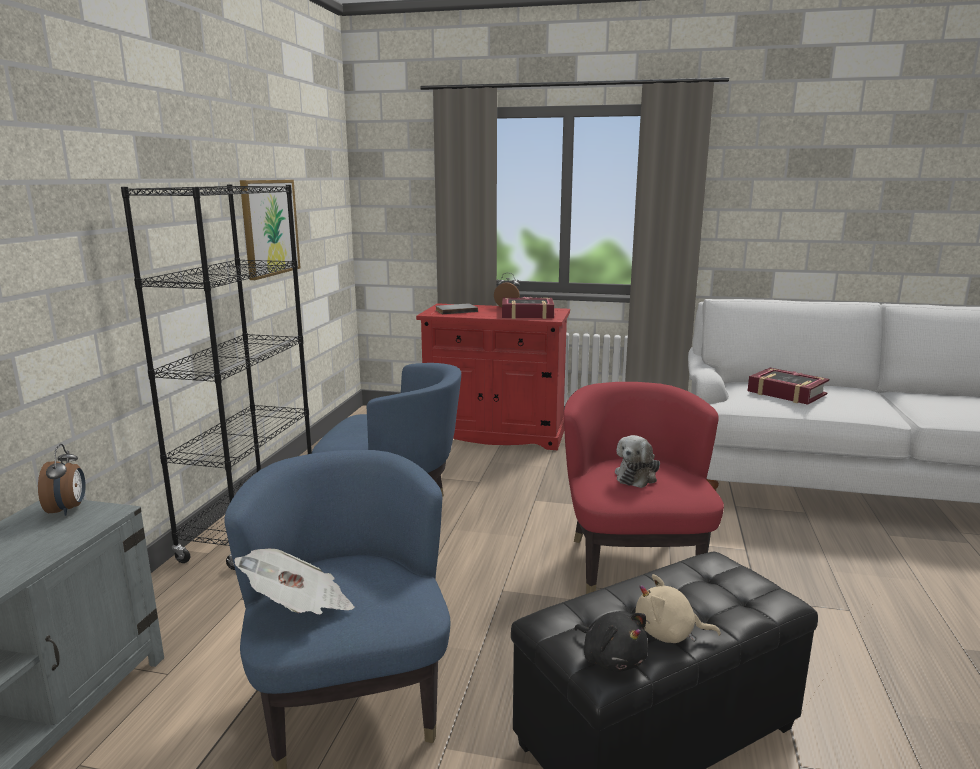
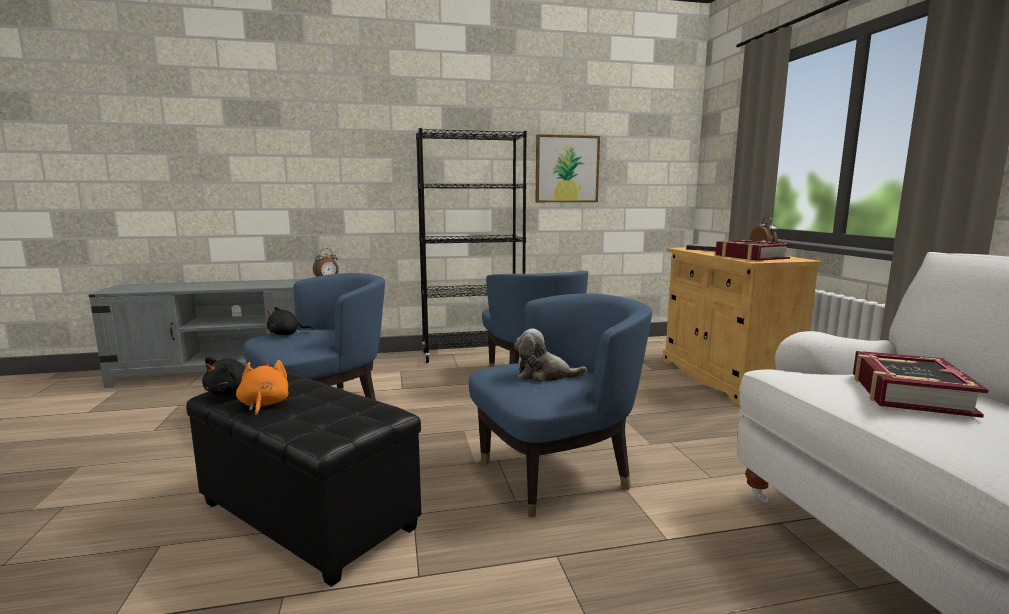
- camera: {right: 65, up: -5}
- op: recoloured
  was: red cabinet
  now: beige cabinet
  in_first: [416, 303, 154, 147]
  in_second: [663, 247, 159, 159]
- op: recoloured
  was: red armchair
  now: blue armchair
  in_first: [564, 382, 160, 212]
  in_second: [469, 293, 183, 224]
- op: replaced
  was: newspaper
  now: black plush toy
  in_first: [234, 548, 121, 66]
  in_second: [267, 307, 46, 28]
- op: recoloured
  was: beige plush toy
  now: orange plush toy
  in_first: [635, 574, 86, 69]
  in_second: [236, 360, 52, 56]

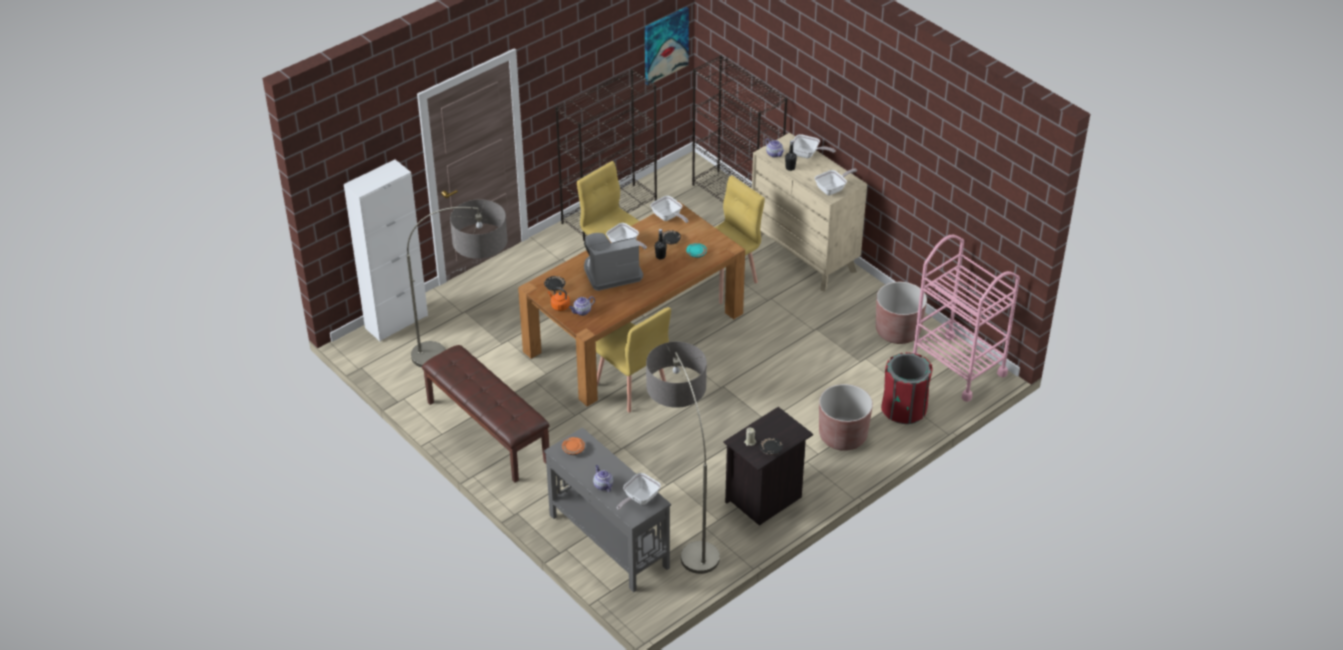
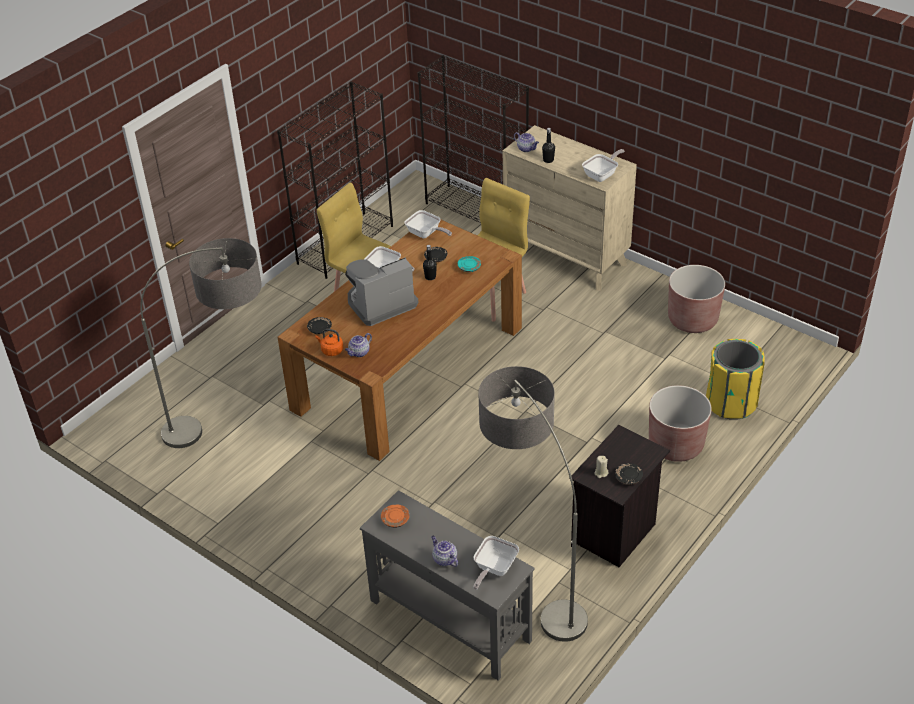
- camera: {right: -10, up: 0}
- op: removed
  was: picture
  in_first: [645, 7, 44, 78]
- op: removed
  was: frying pan
  in_first: [793, 134, 42, 25]
- op: removed
  was: white cabinet
  in_first: [344, 159, 84, 182]
- op: removed
  was: pink cart
  in_first: [911, 235, 109, 167]
- op: removed
  was: yellow chair
  in_first: [596, 307, 75, 106]
- op: removed
  was: brown bench
  in_first: [422, 345, 127, 137]
- op: recoloured
  was: red trash can
  now: yellow trash can
  in_first: [881, 352, 52, 72]
  in_second: [706, 339, 59, 81]

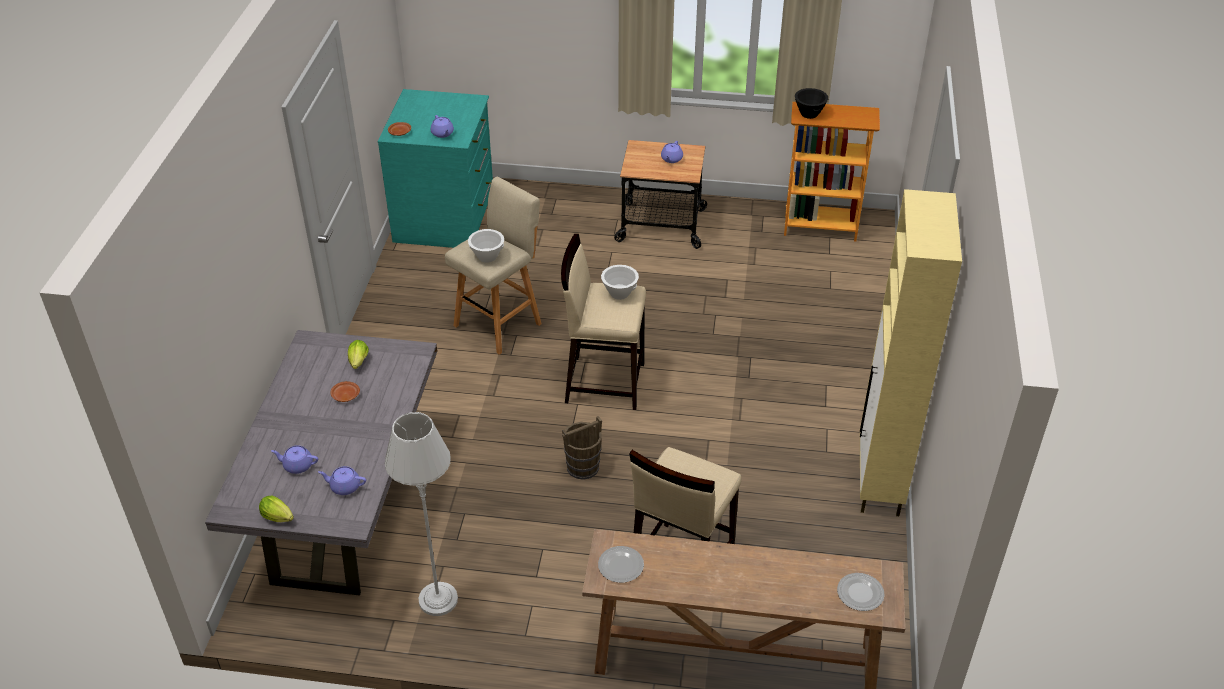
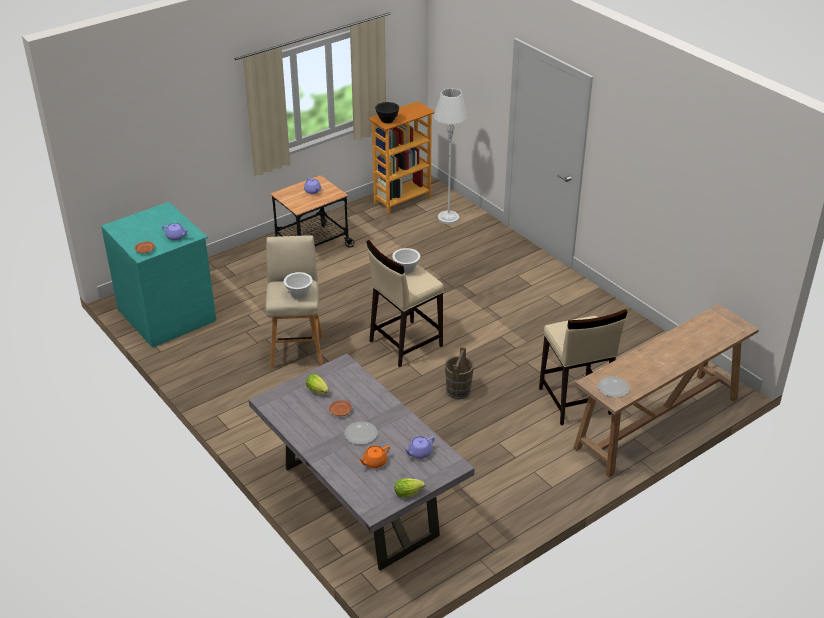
- camera: {right: -45, up: -5}
- op: removed
  was: beige cabinet
  in_first: [860, 189, 102, 327]
- op: moved
  was: grey floor lamp
  in_first: [385, 412, 73, 204]
  in_second: [434, 88, 34, 136]
- op: recoloured
  was: purple teapot
  now: orange teapot
  in_first: [271, 445, 47, 29]
  in_second: [358, 446, 32, 22]
- op: moved
  was: plate
  in_first: [837, 573, 48, 38]
  in_second: [344, 421, 34, 24]

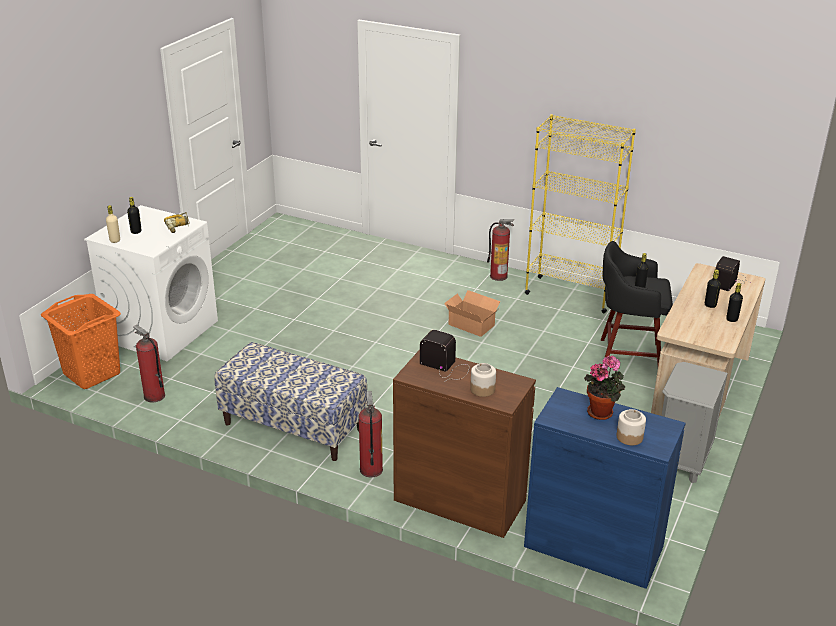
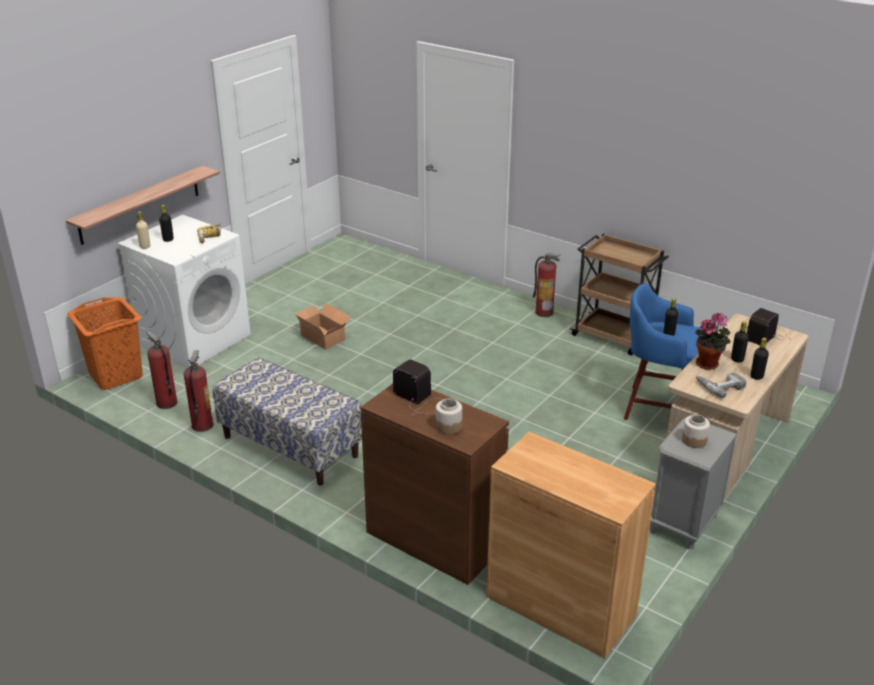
- camera: {right: 10, up: 0}
- op: replaced
  was: yellow bookcase
  now: brown cart
  in_first: [525, 114, 111, 199]
  in_second: [570, 233, 99, 122]
- op: recoloured
  was: black stool
  now: blue stool
  in_first: [601, 241, 72, 123]
  in_second: [624, 283, 81, 137]
- op: moved
  was: cardboard box
  in_first: [444, 290, 56, 47]
  in_second: [295, 303, 55, 47]
- op: moved
  was: potted plant
  in_first: [584, 356, 41, 64]
  in_second: [695, 313, 35, 57]
- op: recoloured
  was: blue cabinet
  now: brown cabinet
  in_first: [524, 387, 162, 202]
  in_second: [486, 432, 170, 226]
- op: moved
  was: fire extinguisher
  in_first: [358, 391, 25, 86]
  in_second: [184, 350, 30, 82]
- op: moved
  was: jar
  in_first: [617, 409, 29, 36]
  in_second: [682, 414, 28, 34]
- op: added
  now: shelf
  in_second: [66, 166, 154, 79]
- op: added
  now: power drill
  in_second: [696, 372, 50, 26]

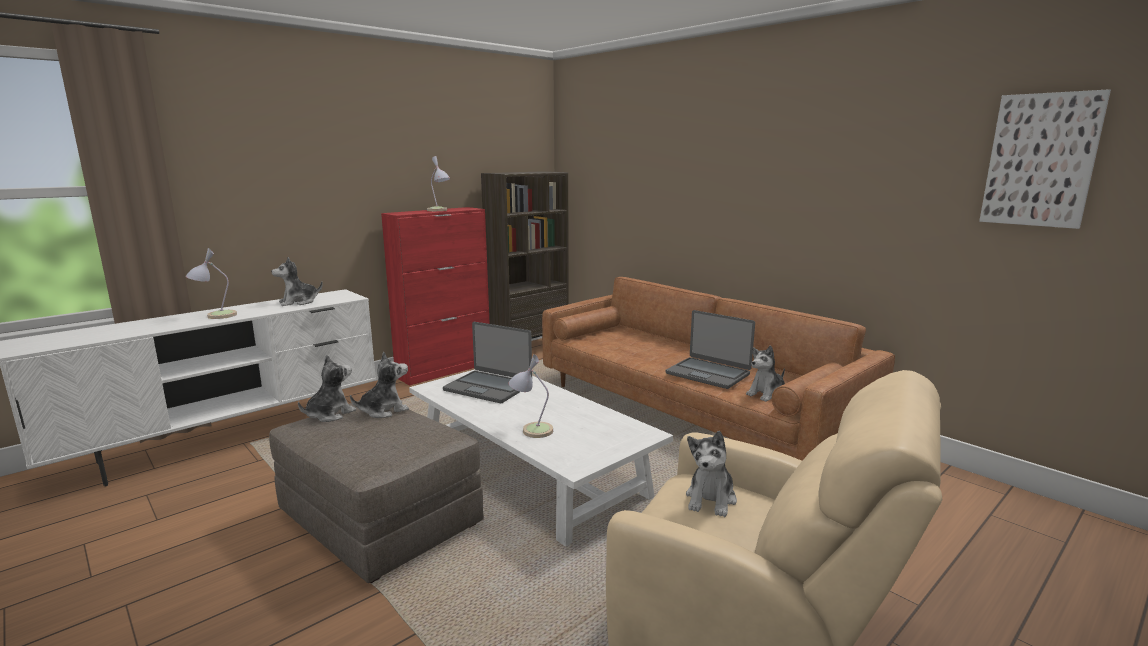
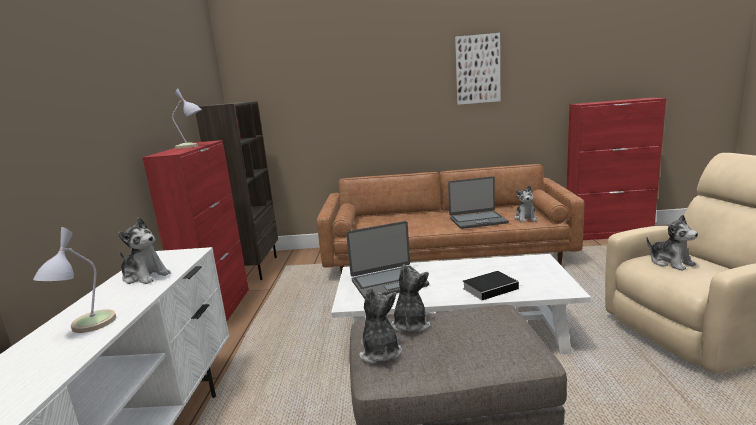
- camera: {right: -45, up: 0}
- op: moved
  was: picture
  in_first: [979, 89, 132, 140]
  in_second: [455, 33, 45, 72]
- op: turned
  was: plush toy
  in_first: [271, 257, 52, 49]
  in_second: [118, 217, 53, 67]
  clockwise: -75
- op: replaced
  was: table lamp
  now: book
  in_first: [509, 354, 44, 84]
  in_second: [463, 271, 60, 30]
- op: added
  now: red cabinet
  in_second: [567, 98, 99, 142]

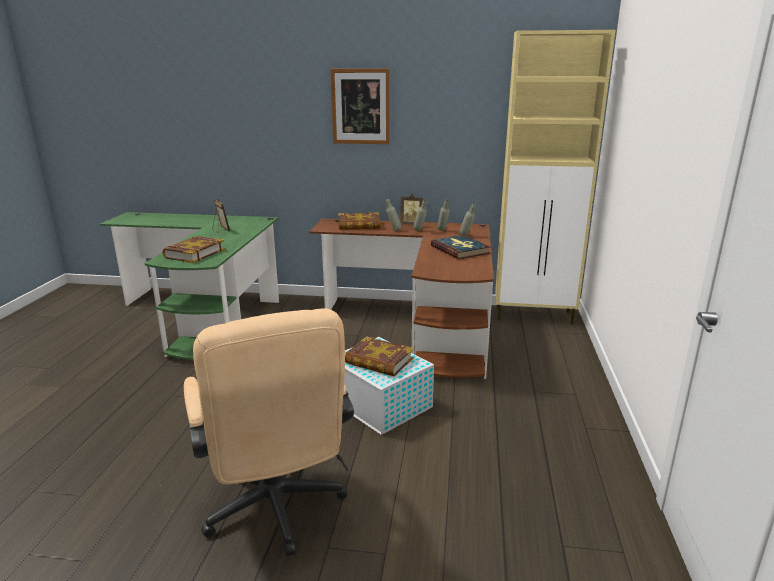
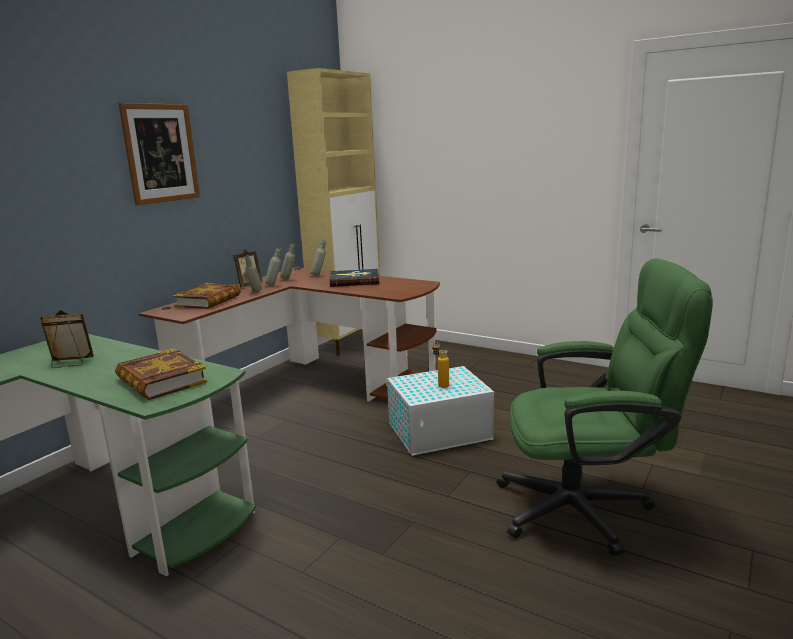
- camera: {right: -65, up: -5}
- op: recoloured
  was: beige office chair
  now: green office chair
  in_first: [184, 308, 170, 248]
  in_second: [497, 258, 216, 298]
- op: replaced
  was: book
  now: bottle
  in_first: [345, 336, 69, 40]
  in_second: [432, 341, 17, 47]

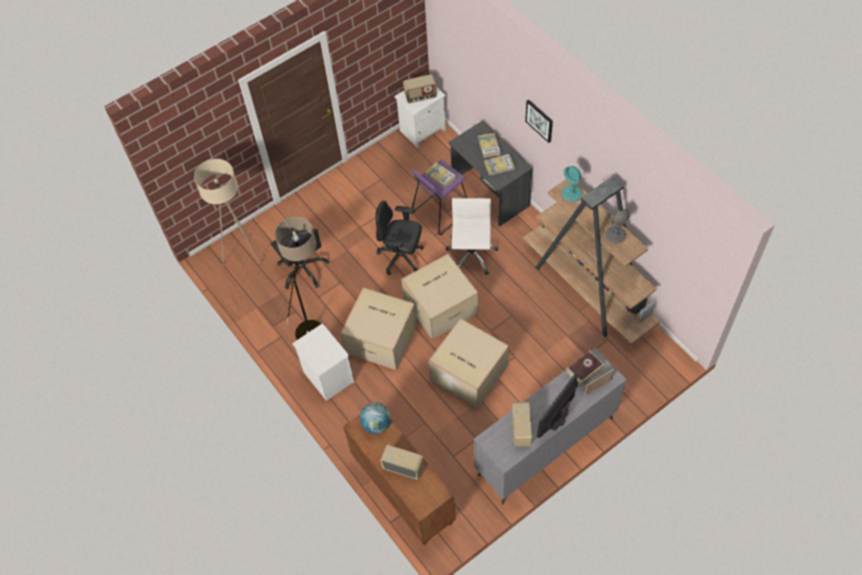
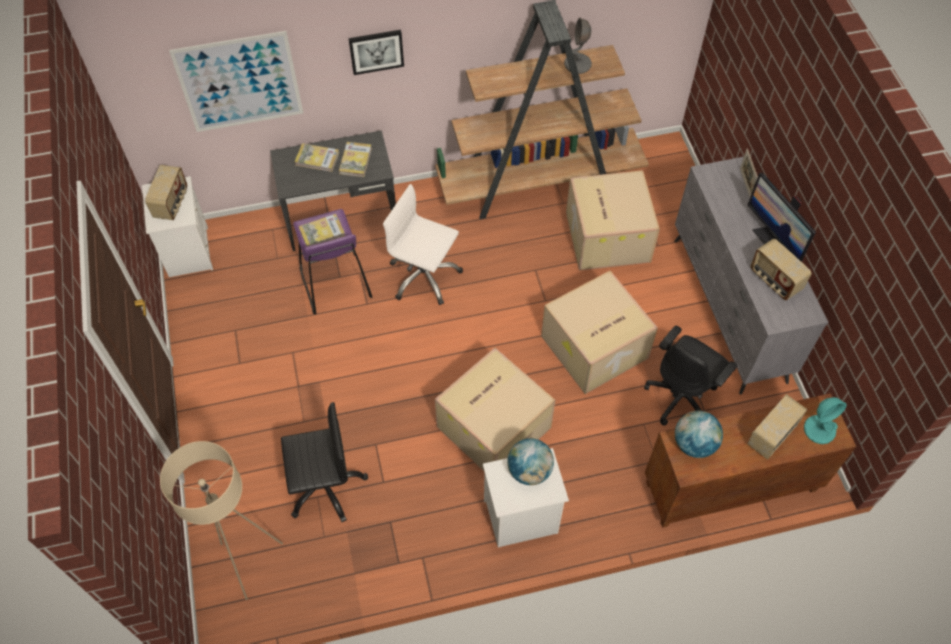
- camera: {right: -70, up: 0}
- op: moved
  was: turquoise table lamp
  in_first: [562, 166, 20, 36]
  in_second: [804, 397, 43, 47]
- op: moved
  was: black office chair
  in_first: [376, 201, 48, 74]
  in_second: [644, 326, 93, 100]
- op: removed
  was: floor lamp
  in_first: [275, 217, 46, 123]
- op: moved
  was: cardboard box
  in_first: [401, 254, 77, 86]
  in_second: [566, 170, 94, 100]
- op: removed
  was: book
  in_first: [566, 351, 38, 36]
- op: turned
  was: radio
  in_first: [512, 402, 21, 44]
  in_second: [751, 239, 61, 61]
  clockwise: -150
- op: added
  now: picture
  in_second: [169, 31, 134, 101]
- op: added
  now: globe
  in_second: [507, 438, 47, 47]

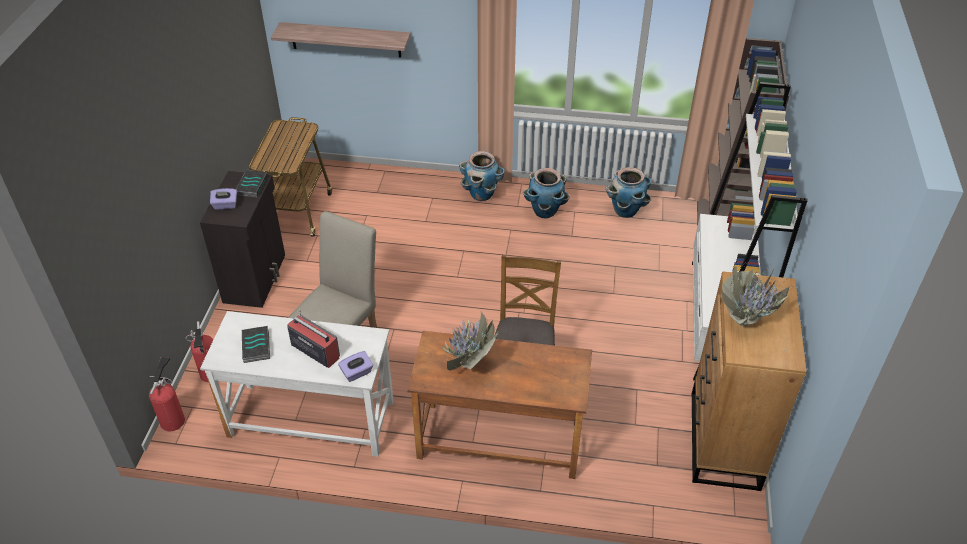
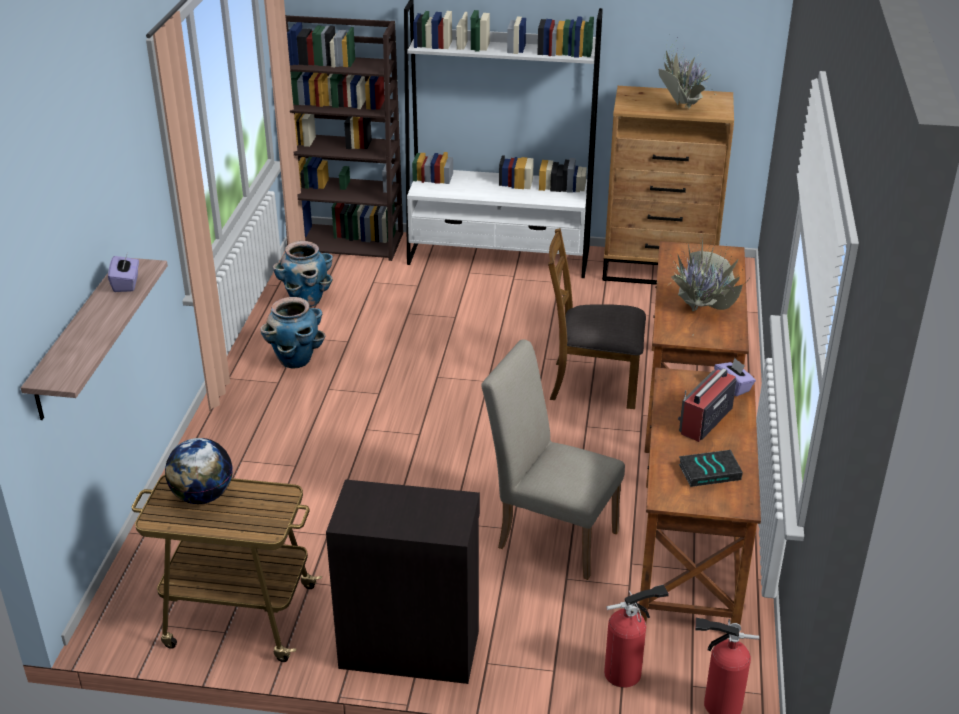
- camera: {right: -90, up: -10}
- op: removed
  was: planter
  in_first: [459, 151, 46, 50]
- op: removed
  was: book
  in_first: [236, 170, 32, 27]
- op: moved
  was: purple tissue box
  in_first: [210, 188, 27, 21]
  in_second: [108, 255, 31, 37]
- op: recoloured
  was: white desk
  now: brown desk
  in_first: [200, 311, 194, 146]
  in_second: [638, 367, 123, 258]
- op: added
  now: globe
  in_second: [165, 438, 68, 66]

